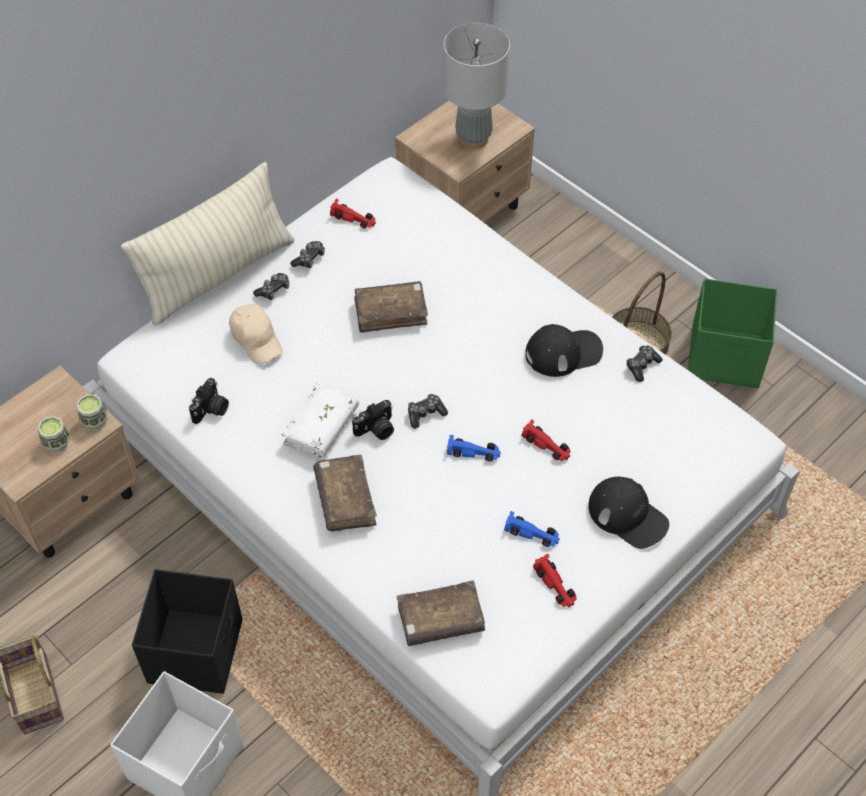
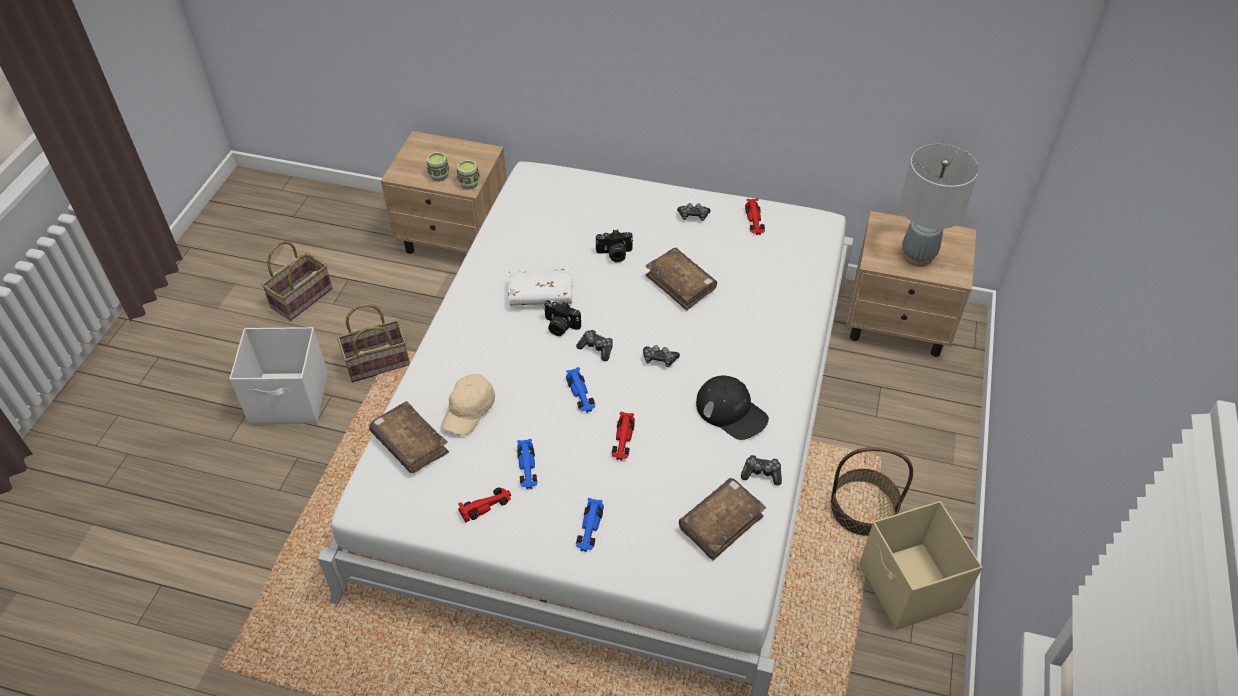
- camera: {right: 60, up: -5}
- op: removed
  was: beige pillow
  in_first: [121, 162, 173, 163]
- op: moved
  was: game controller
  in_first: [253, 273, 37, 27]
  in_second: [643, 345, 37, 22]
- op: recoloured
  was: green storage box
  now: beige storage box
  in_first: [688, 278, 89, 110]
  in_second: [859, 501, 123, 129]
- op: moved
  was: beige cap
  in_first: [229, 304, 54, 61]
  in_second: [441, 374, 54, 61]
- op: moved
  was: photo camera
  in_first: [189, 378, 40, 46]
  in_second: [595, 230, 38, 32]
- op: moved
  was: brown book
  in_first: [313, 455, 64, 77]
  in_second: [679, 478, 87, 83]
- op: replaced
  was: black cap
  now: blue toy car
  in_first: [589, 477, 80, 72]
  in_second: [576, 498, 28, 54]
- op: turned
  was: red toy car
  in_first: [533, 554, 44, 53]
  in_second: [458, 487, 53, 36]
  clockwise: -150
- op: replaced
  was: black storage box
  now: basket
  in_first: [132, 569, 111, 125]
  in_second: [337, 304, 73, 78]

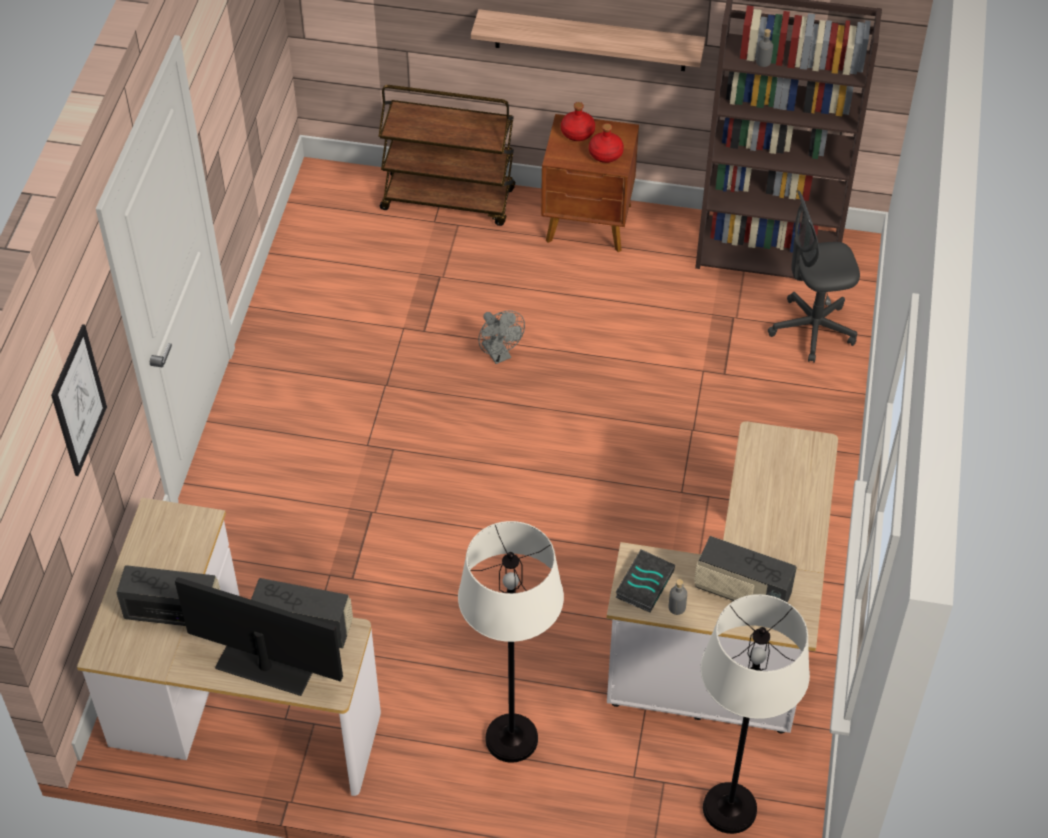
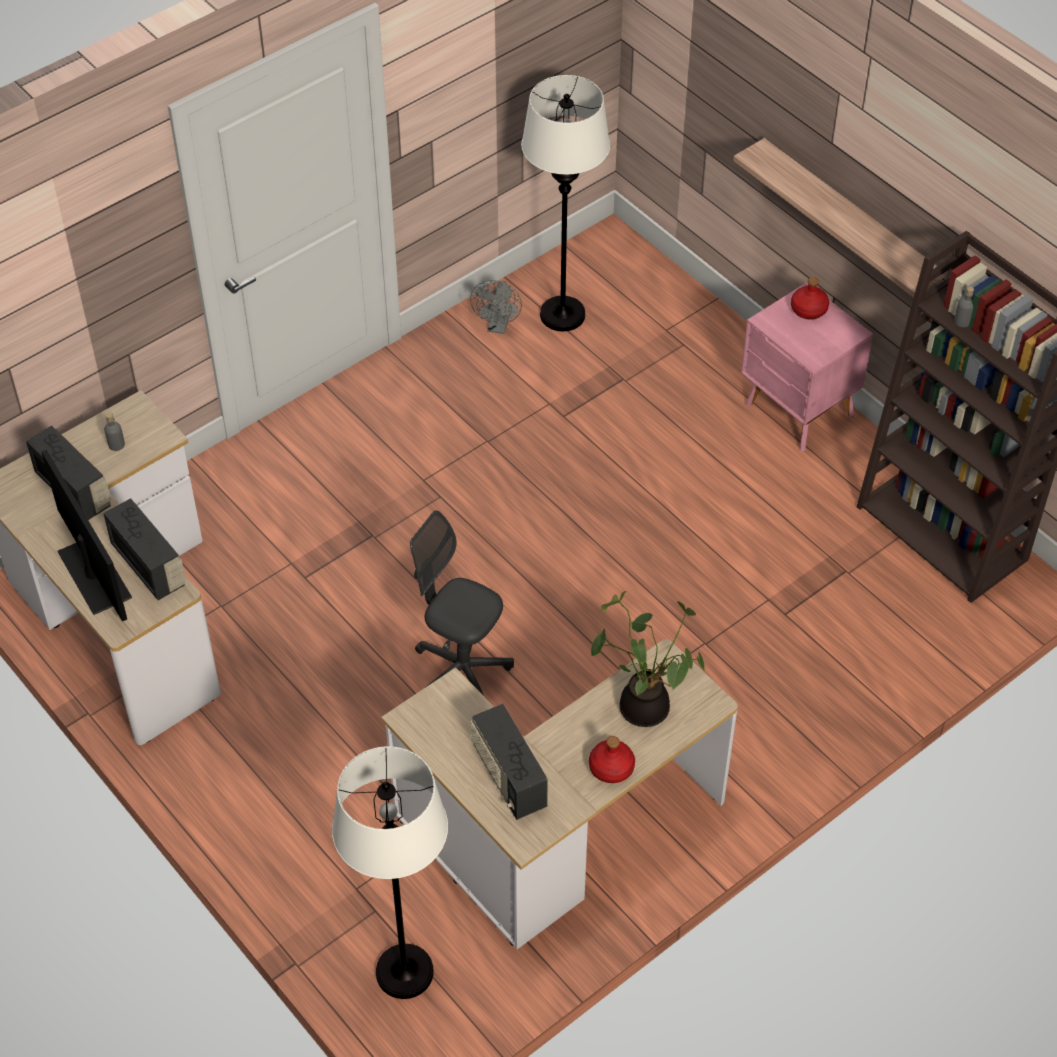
- camera: {right: 40, up: 0}
- op: removed
  was: brown cart
  in_first: [378, 85, 137, 141]
- op: recoloured
  was: brown nightstand
  now: pink nightstand
  in_first: [541, 114, 98, 138]
  in_second: [741, 282, 132, 169]
- op: moved
  was: red bottle
  in_first: [589, 123, 35, 40]
  in_second: [589, 736, 46, 47]
- op: moved
  was: grey office chair
  in_first: [768, 191, 92, 172]
  in_second: [410, 510, 104, 186]
- op: moved
  was: grey fan
  in_first: [478, 311, 47, 53]
  in_second: [470, 280, 52, 54]
- op: removed
  was: picture
  in_first: [51, 324, 56, 152]
- op: moved
  was: white floor lamp
  in_first: [458, 521, 106, 242]
  in_second: [521, 75, 89, 256]
- op: removed
  was: book
  in_first: [615, 549, 60, 64]
- op: moved
  was: grey bottle
  in_first: [669, 579, 18, 36]
  in_second: [104, 413, 21, 38]
- op: added
  now: potted plant
  in_second: [591, 591, 114, 136]

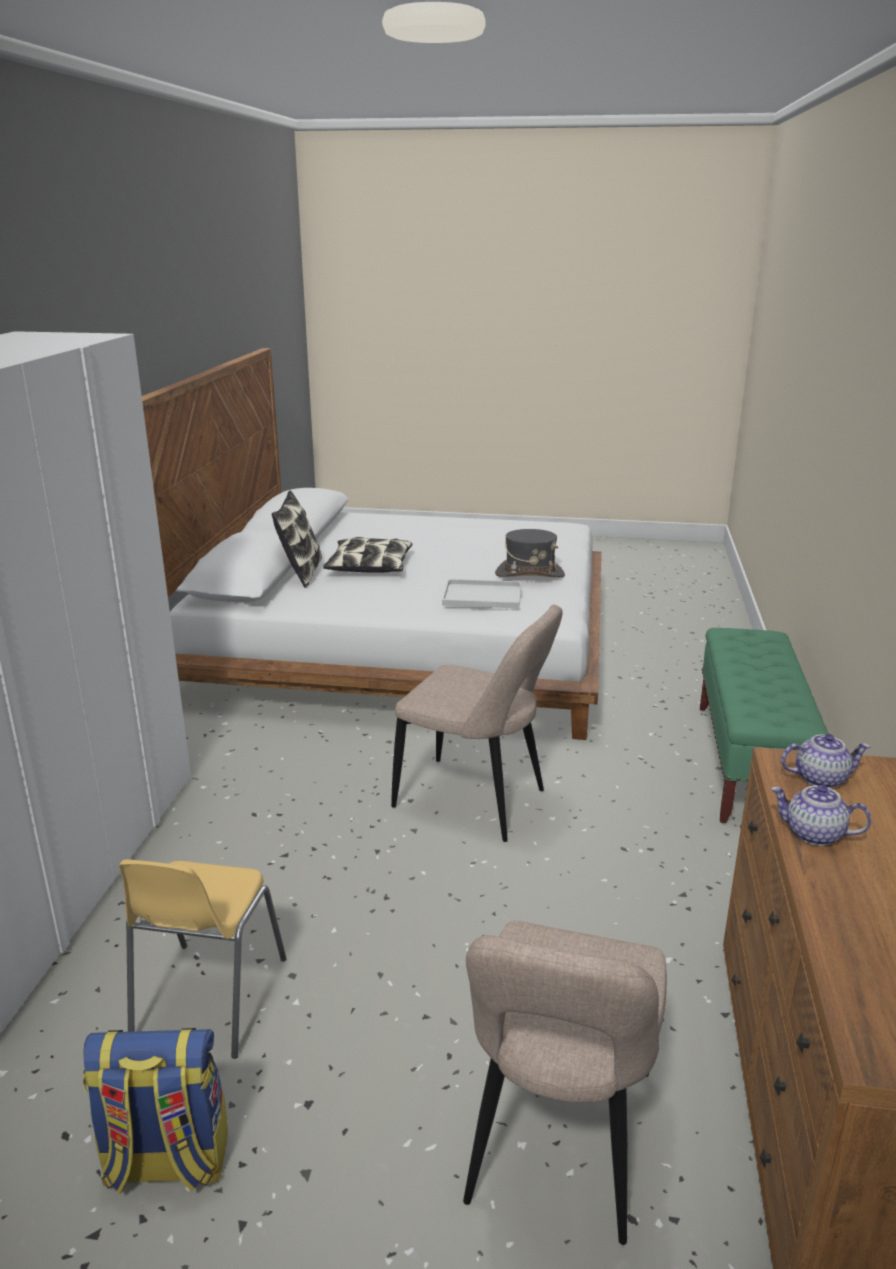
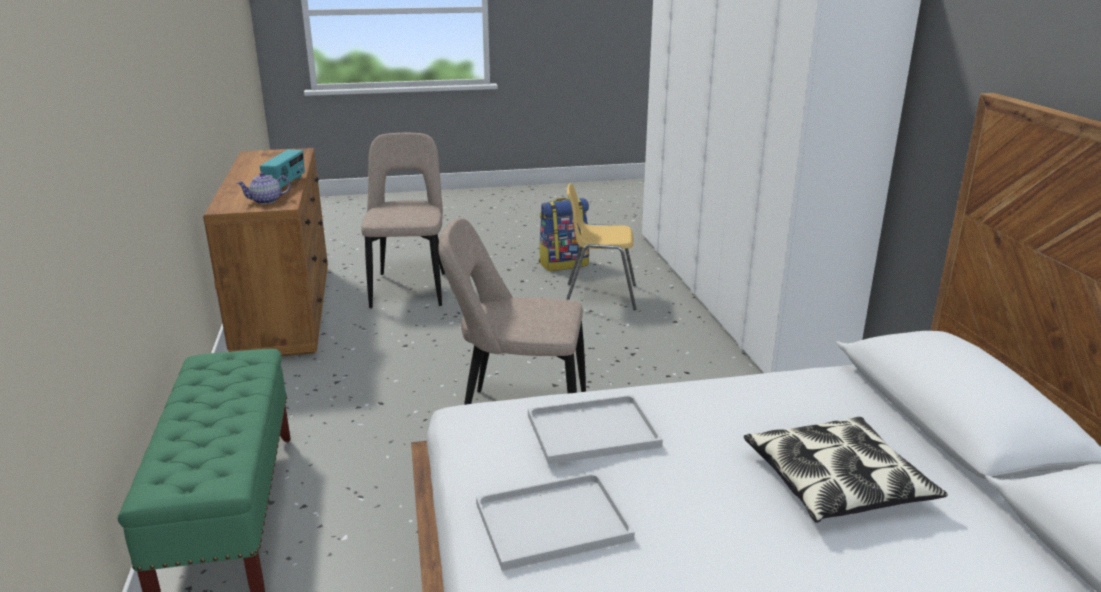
- camera: {right: 160, up: 0}
- op: removed
  was: pillow
  in_first: [272, 490, 50, 98]
- op: replaced
  was: grey hat
  now: white tray
  in_first: [495, 529, 70, 48]
  in_second: [476, 472, 159, 99]
- op: replaced
  was: teapot
  now: radio
  in_first: [771, 785, 100, 61]
  in_second: [260, 150, 45, 39]
- op: turned
  was: yellow chair
  in_first: [119, 859, 167, 200]
  in_second: [566, 183, 71, 127]
  clockwise: -75

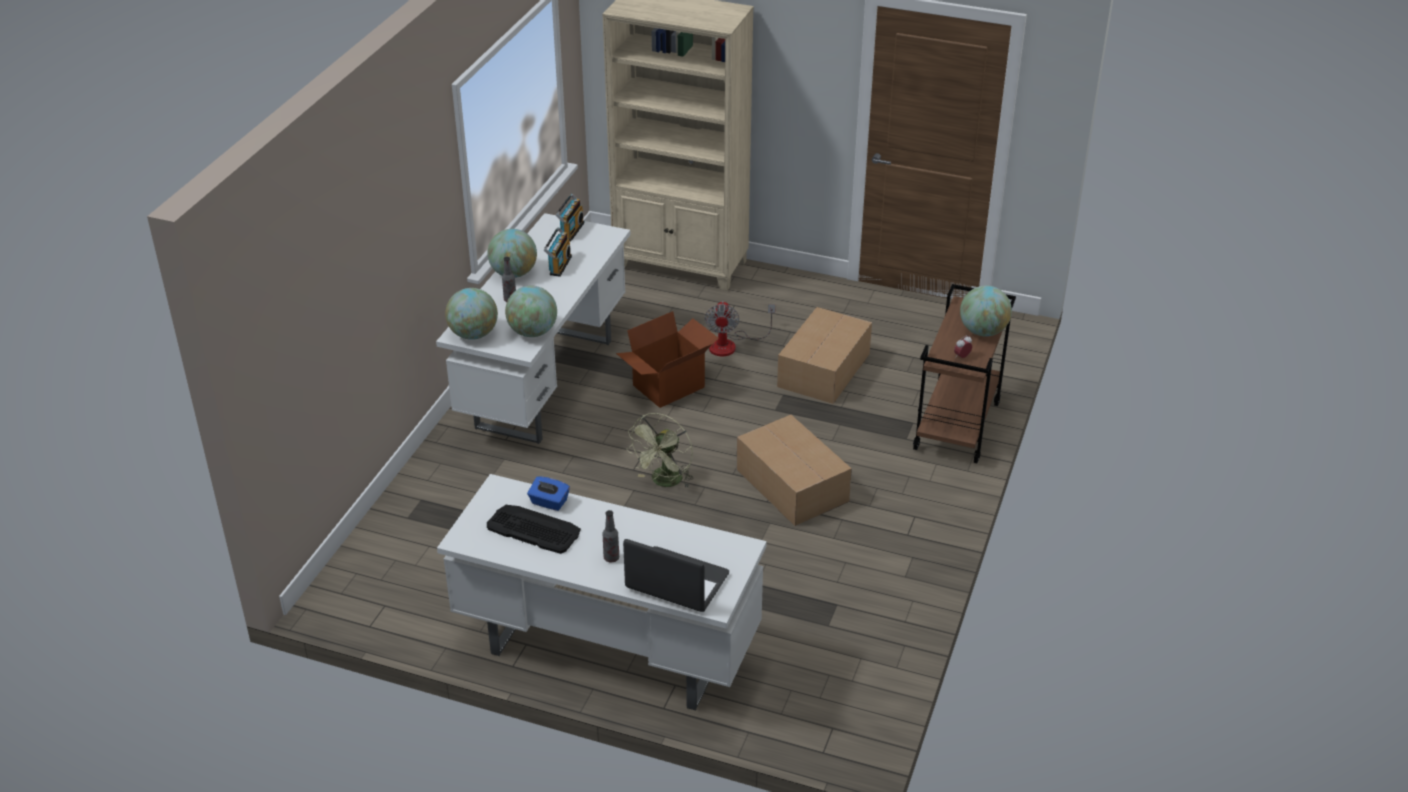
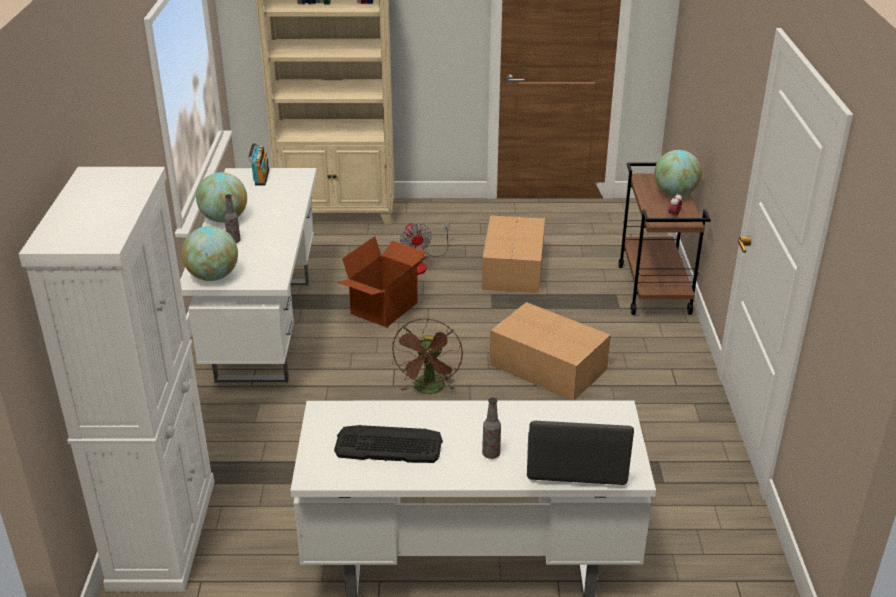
- camera: {right: -20, up: -5}
- op: removed
  was: radio
  in_first: [544, 227, 28, 50]
- op: removed
  was: globe
  in_first: [505, 286, 52, 51]
- op: recoloured
  was: green fan
  now: brown fan
  in_first: [626, 413, 67, 75]
  in_second: [392, 318, 71, 76]
- op: removed
  was: blue tissue box
  in_first: [527, 477, 43, 34]
- op: added
  now: white cabinet
  in_second: [19, 167, 195, 425]

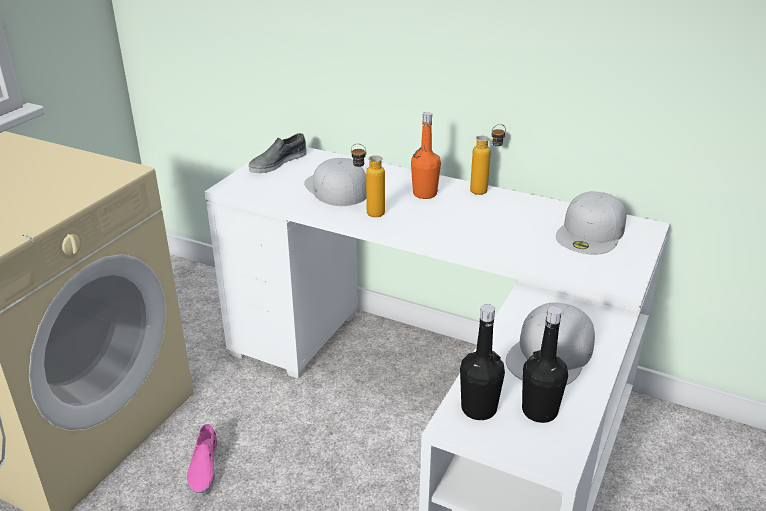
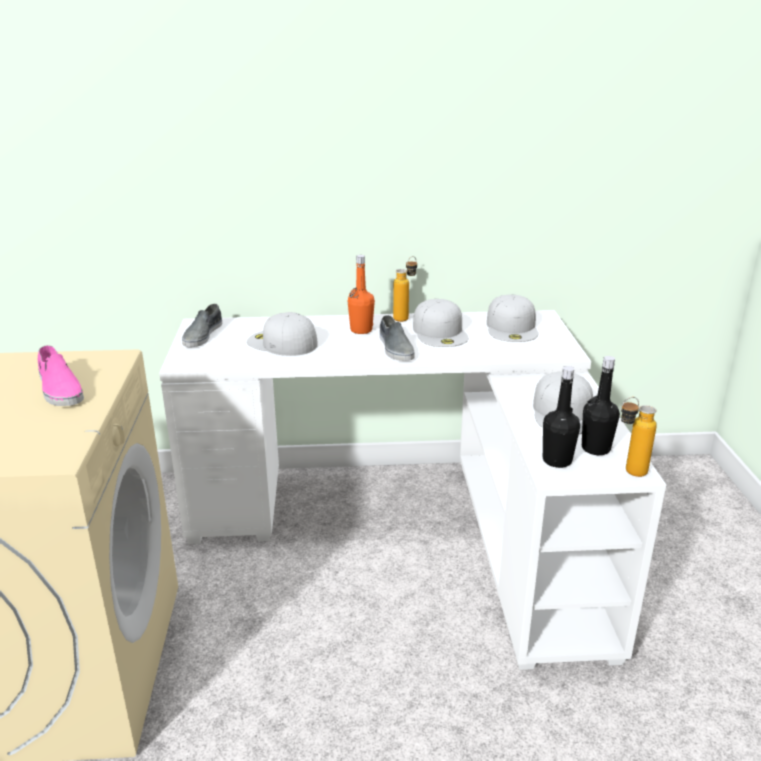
- camera: {right: -30, up: -5}
- op: moved
  was: bottle
  in_first: [351, 143, 34, 74]
  in_second: [621, 397, 36, 80]
- op: moved
  was: pink shoe
  in_first: [187, 424, 31, 73]
  in_second: [37, 345, 47, 61]
- op: added
  now: white cap
  in_second: [413, 299, 55, 48]
- op: added
  now: grey shoe
  in_second: [380, 315, 34, 46]

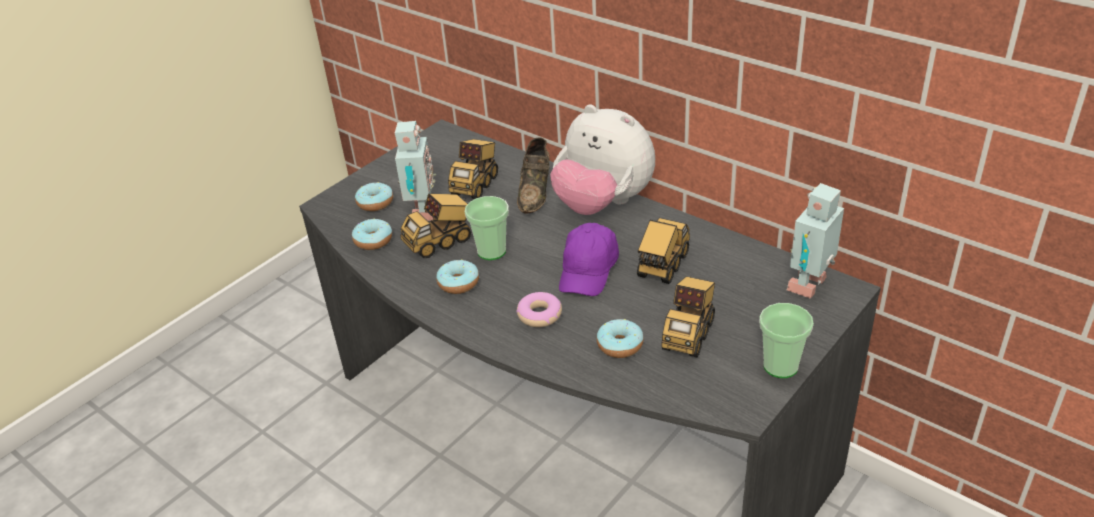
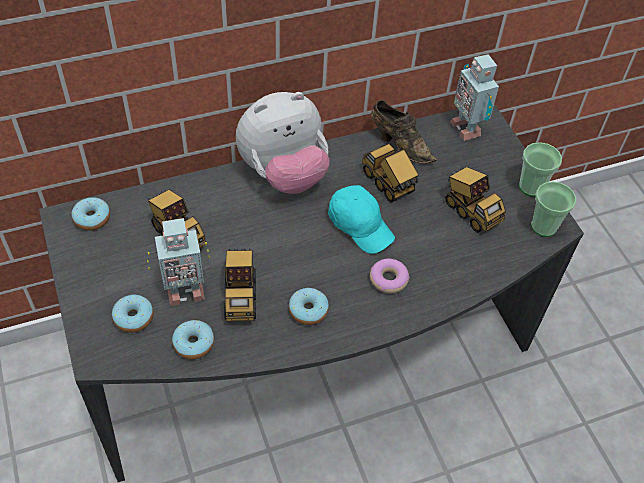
- camera: {right: -65, up: 15}
- op: turned
  was: toy robot
  in_first: [395, 121, 41, 100]
  in_second: [146, 218, 64, 88]
  clockwise: 135
- op: moved
  was: brown shoe
  in_first: [517, 137, 33, 77]
  in_second: [371, 100, 66, 63]
- op: moved
  was: cup
  in_first: [465, 196, 44, 64]
  in_second: [531, 181, 45, 56]
- op: recoloured
  was: purple cap
  now: turquoise cap
  in_first: [559, 223, 60, 73]
  in_second: [328, 185, 67, 69]
- op: moved
  was: donut
  in_first: [597, 319, 47, 39]
  in_second: [72, 197, 38, 34]

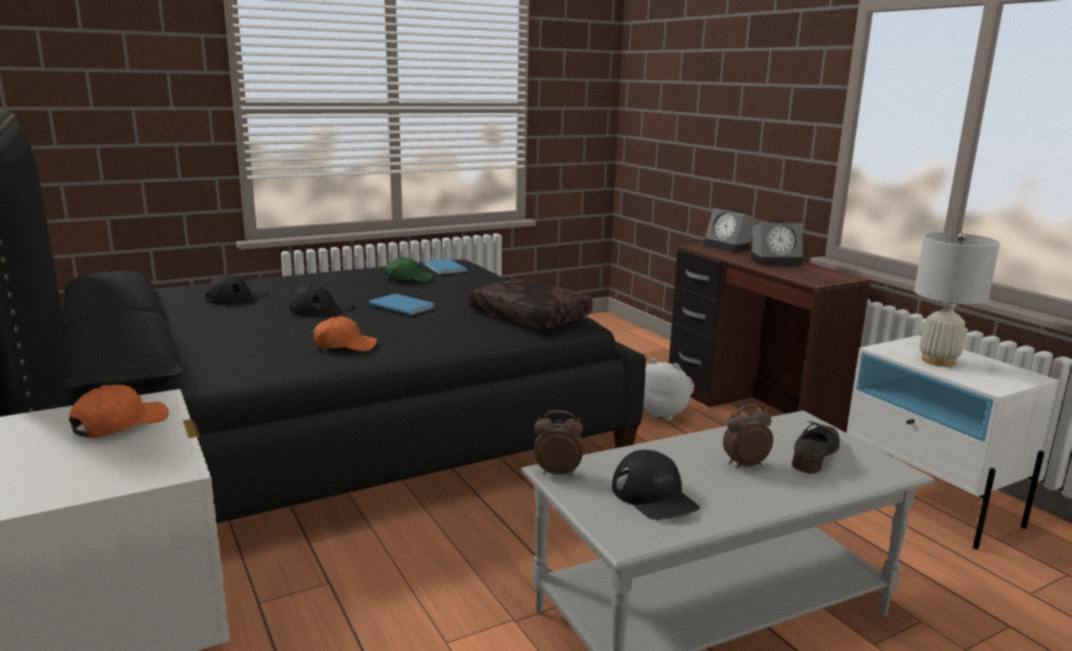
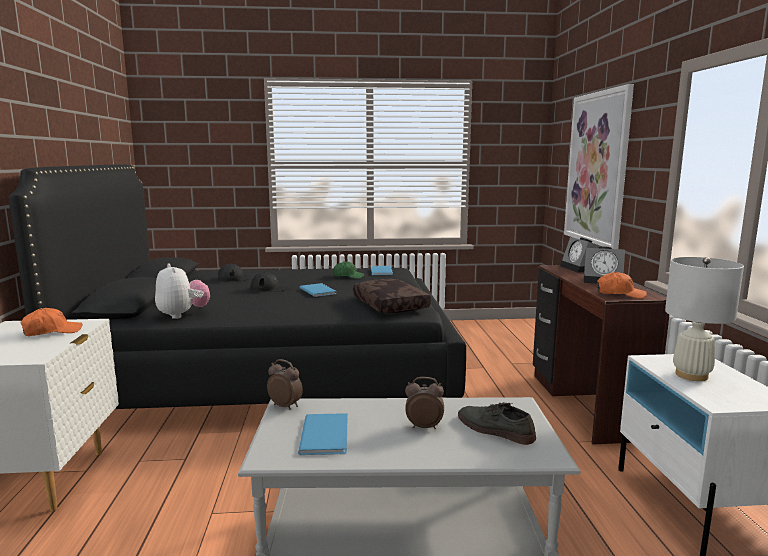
- camera: {right: 25, up: -5}
- op: moved
  was: orange cap
  in_first: [314, 316, 63, 35]
  in_second: [597, 272, 50, 27]
- op: moved
  was: plush toy
  in_first: [643, 358, 51, 62]
  in_second: [155, 263, 55, 56]
- op: turned
  was: grey shoe
  in_first: [792, 421, 48, 52]
  in_second: [458, 402, 78, 43]
  clockwise: -105
- op: replaced
  was: black cap
  now: blue book
  in_first: [612, 450, 88, 70]
  in_second: [298, 413, 50, 42]
- op: added
  now: picture
  in_second: [564, 84, 70, 165]

